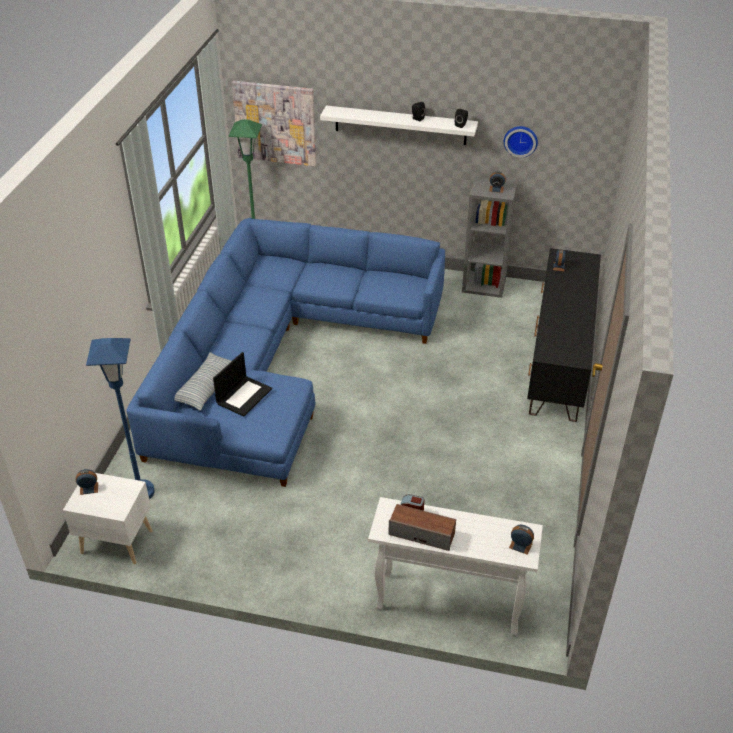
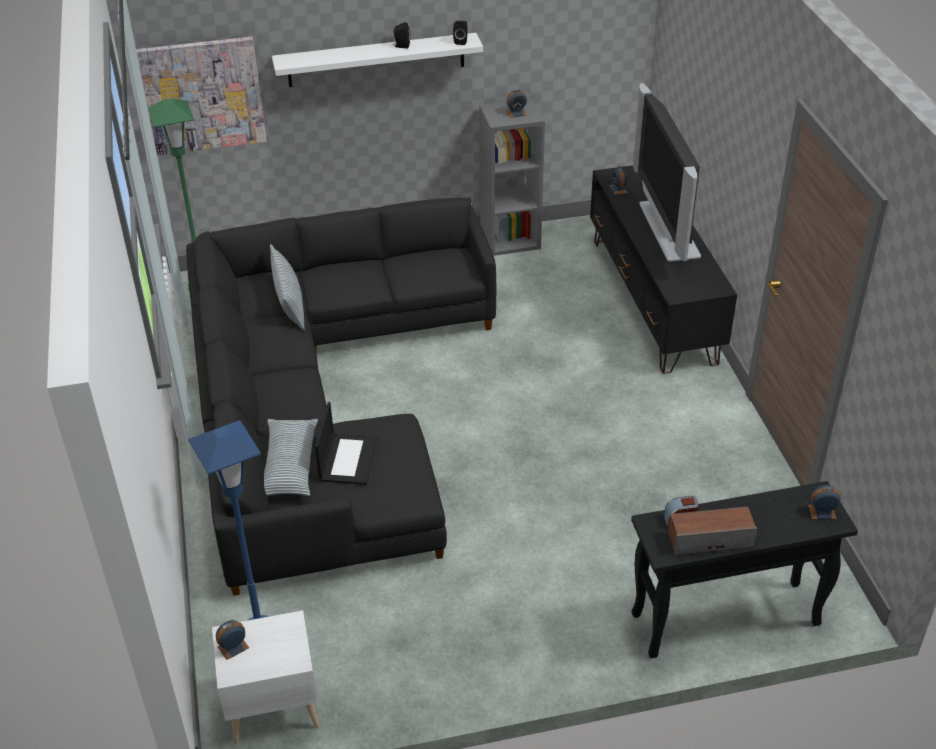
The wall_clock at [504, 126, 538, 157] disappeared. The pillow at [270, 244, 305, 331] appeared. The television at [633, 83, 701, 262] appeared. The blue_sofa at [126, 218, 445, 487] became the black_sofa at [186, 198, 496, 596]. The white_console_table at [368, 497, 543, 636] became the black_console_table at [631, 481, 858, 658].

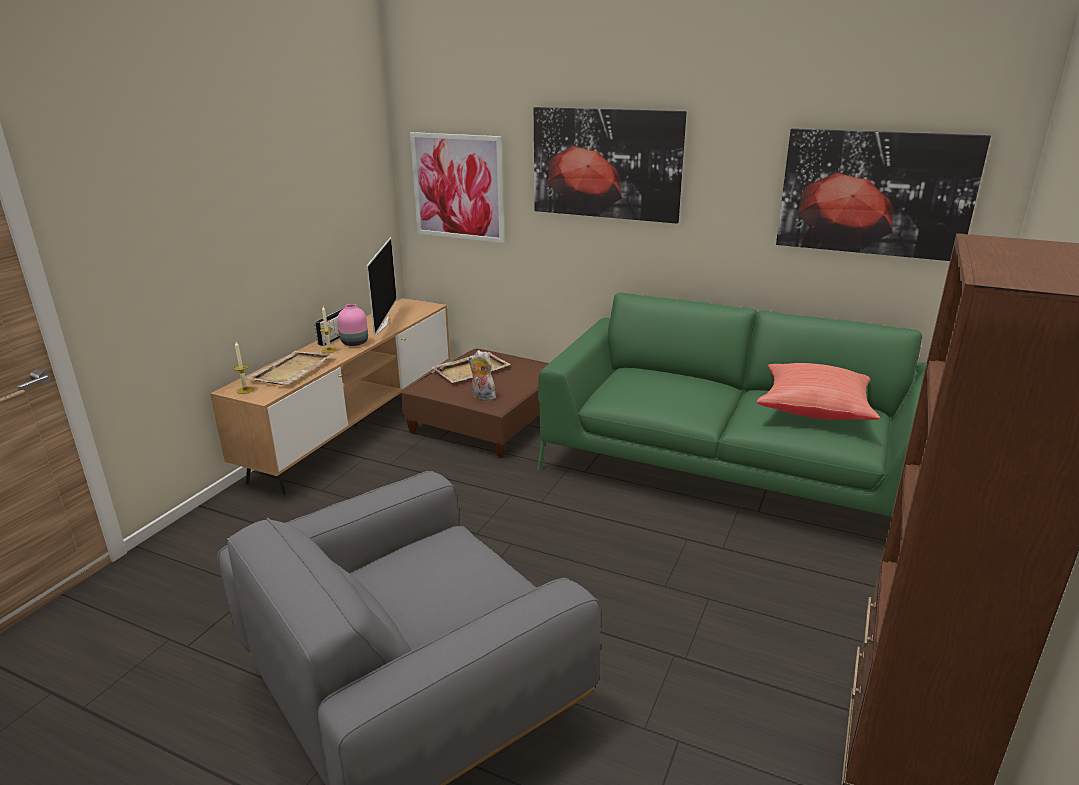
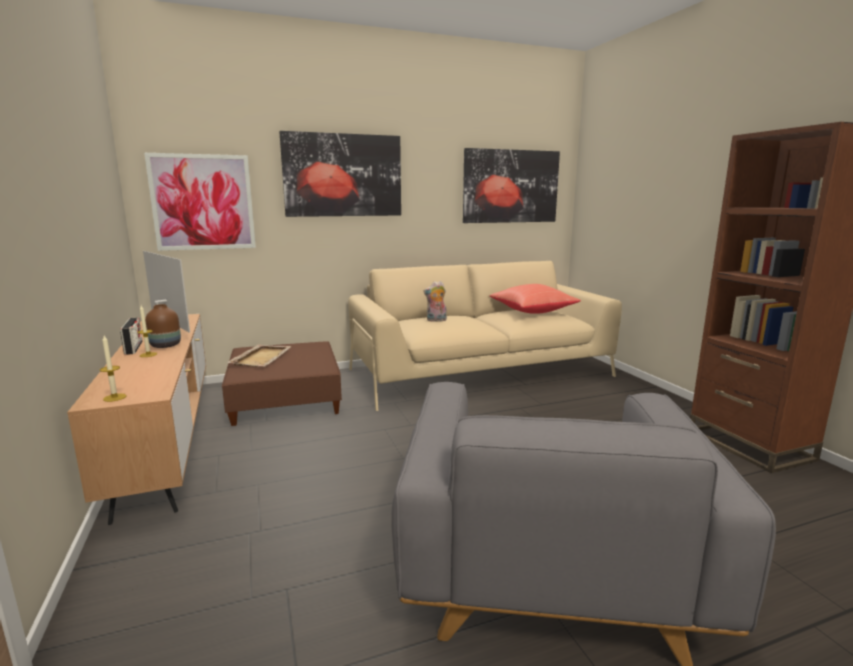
The beige_tray at [246, 351, 334, 385] disappeared. The plush_toy moved from [468, 350, 496, 401] to [423, 281, 447, 322]. The pink_vase at [338, 304, 368, 346] became the brown_vase at [145, 304, 181, 348]. The green_sofa at [537, 293, 927, 517] became the beige_sofa at [348, 261, 622, 411].

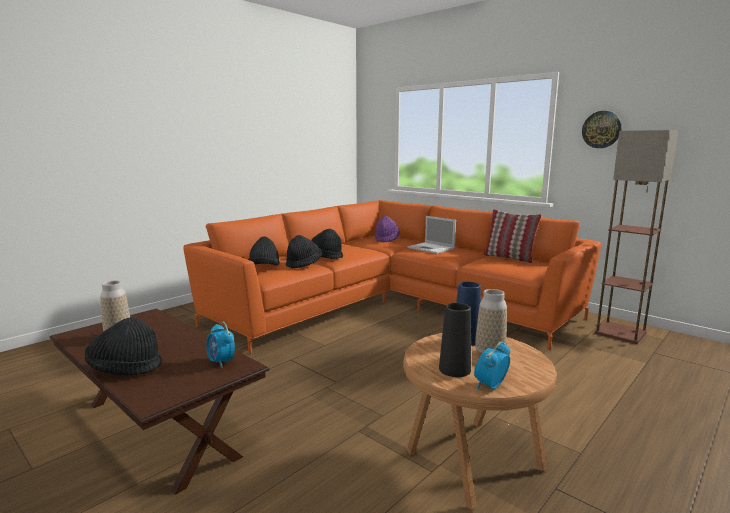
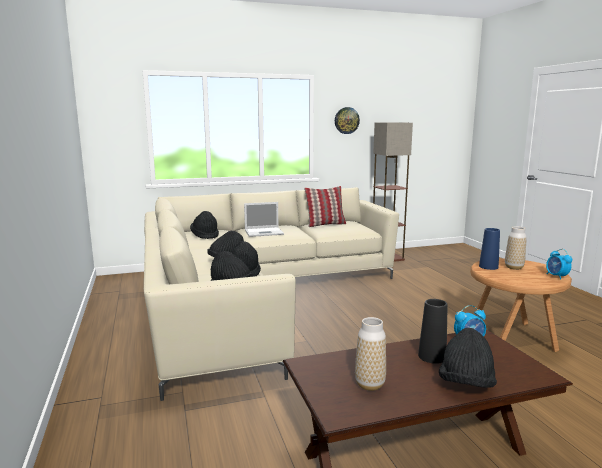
The black_vase moved from [439, 303, 471, 377] to [418, 299, 448, 364]. The orange_sofa at [183, 200, 601, 354] became the beige_sofa at [144, 187, 399, 401]. The purple_hat at [375, 216, 400, 243] became the black_hat at [190, 211, 219, 239].

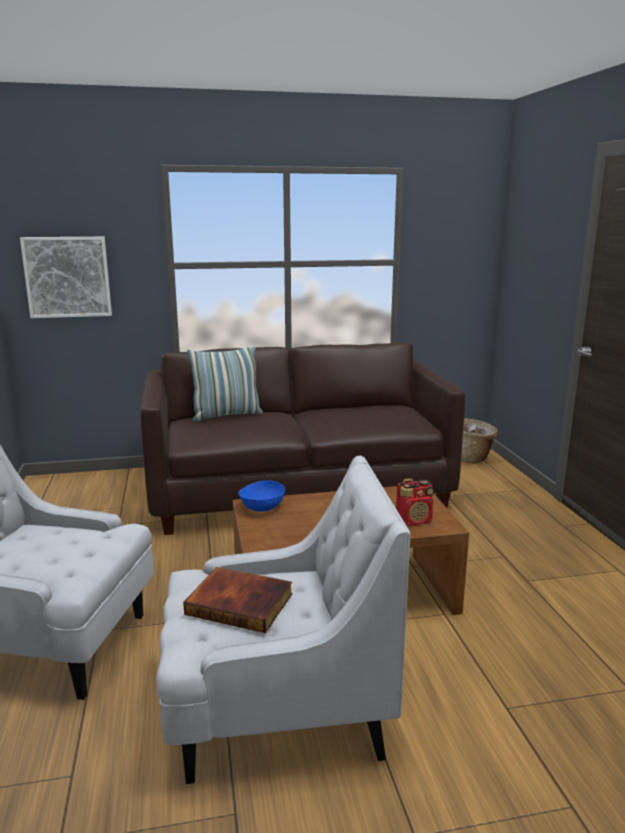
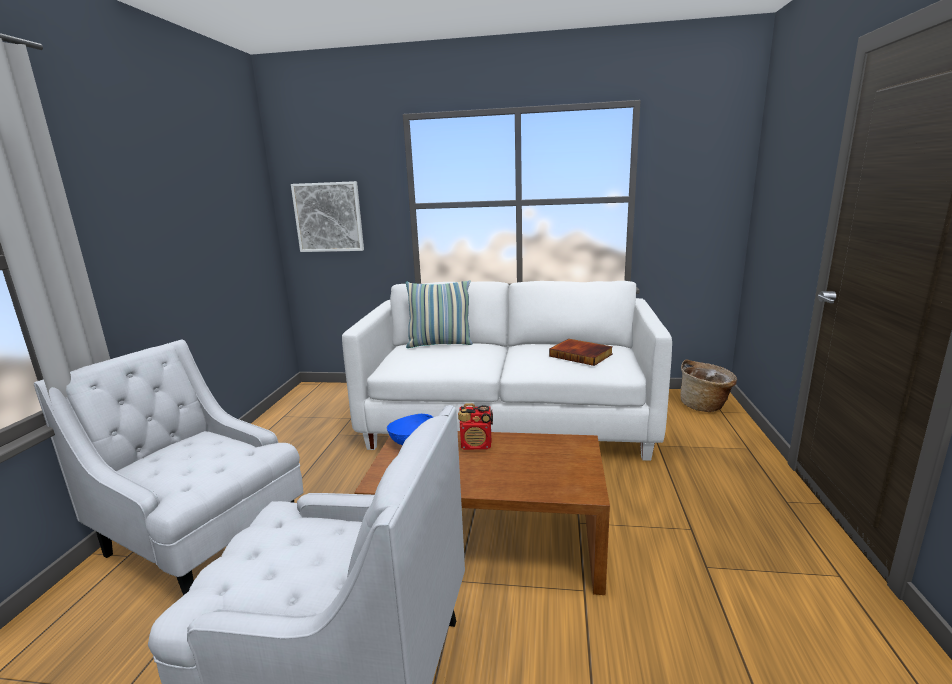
The book moved from [183, 567, 293, 633] to [549, 339, 613, 366]. The radio moved from [396, 478, 434, 526] to [458, 403, 493, 450]. The brown_sofa at [140, 342, 465, 535] became the white_sofa at [342, 281, 672, 461].

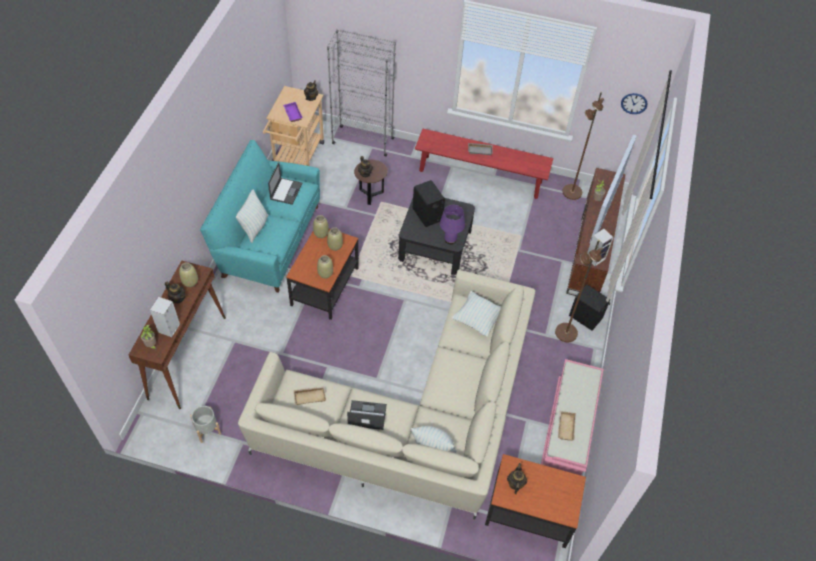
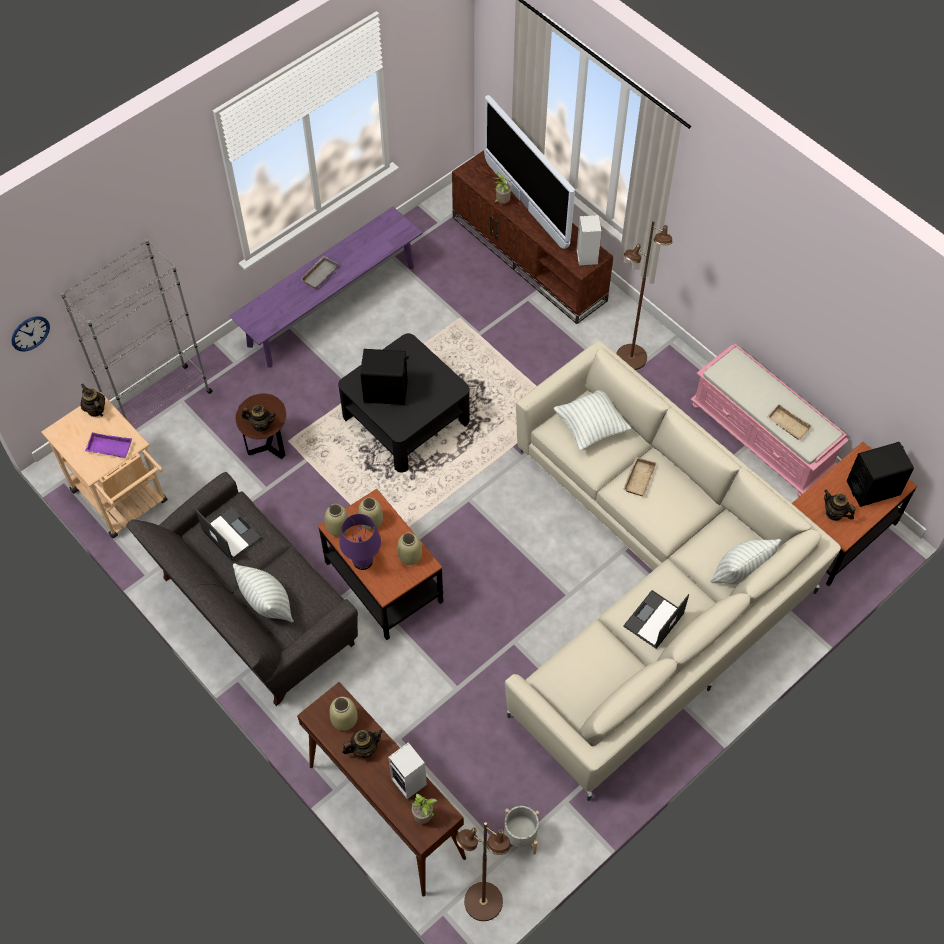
The beige_tray moved from [293, 386, 326, 405] to [623, 457, 656, 496]. The purple_table_lamp moved from [440, 205, 465, 244] to [339, 514, 381, 570]. The brown_floor_lamp moved from [562, 92, 604, 200] to [456, 822, 510, 921]. The black_speaker moved from [569, 284, 611, 331] to [847, 442, 914, 507]. The wall_clock moved from [621, 93, 648, 114] to [11, 316, 50, 351]. The turquoise_sofa at [200, 140, 320, 293] became the grey_sofa at [126, 472, 358, 706]. The red_bench at [415, 129, 553, 199] became the purple_bench at [230, 207, 423, 368].

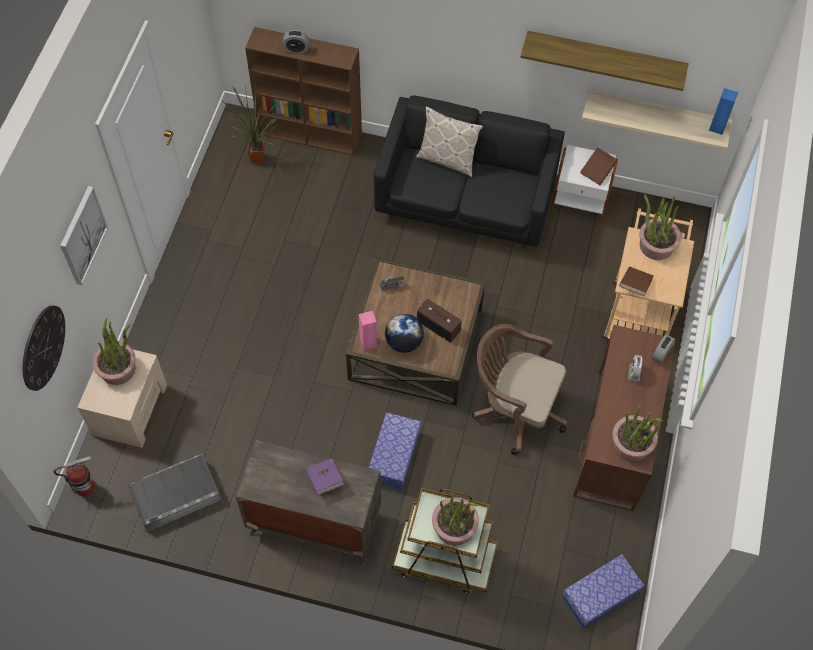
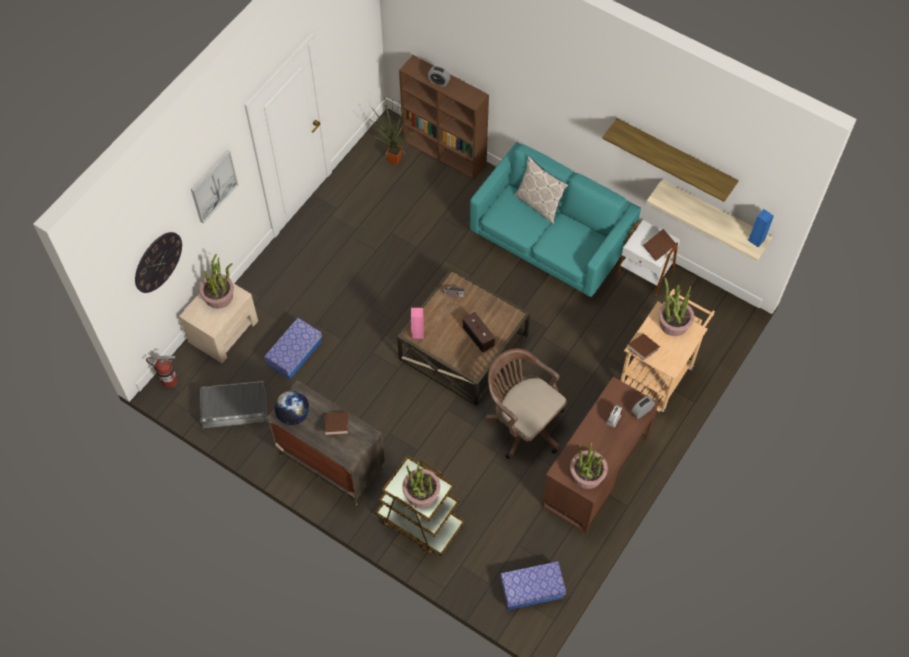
The storage_box moved from [369, 412, 421, 489] to [264, 318, 322, 379]. The globe moved from [385, 314, 424, 353] to [274, 390, 309, 425]. The purple_book at [306, 458, 344, 495] became the brown_book at [324, 412, 348, 435]. The black_sofa at [374, 96, 565, 248] became the turquoise_sofa at [470, 142, 641, 297].

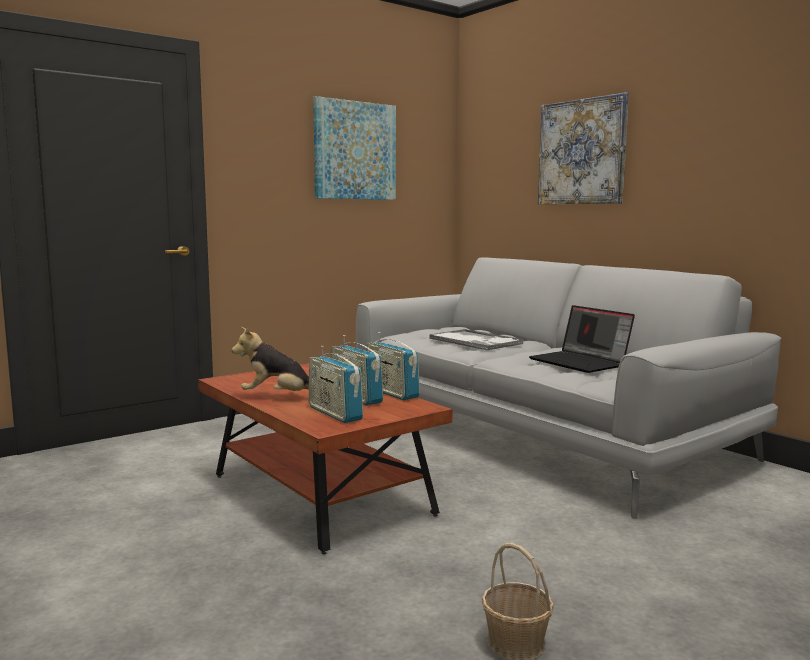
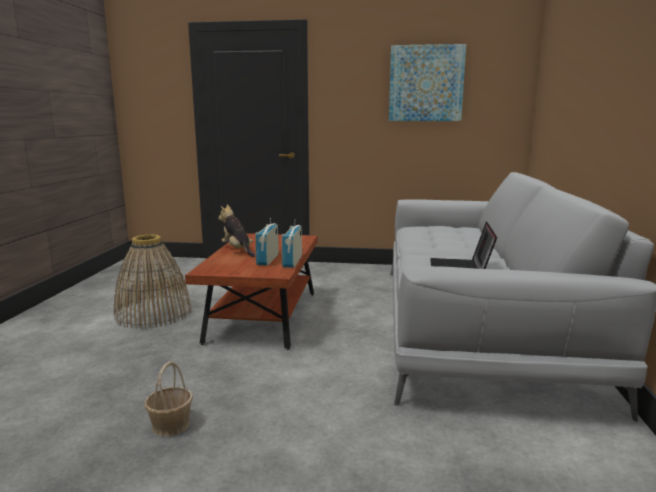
The radio at [309, 346, 363, 423] disappeared. The tray at [429, 329, 524, 350] disappeared. The picture at [538, 92, 629, 204] disappeared. The basket at [114, 234, 192, 329] appeared.

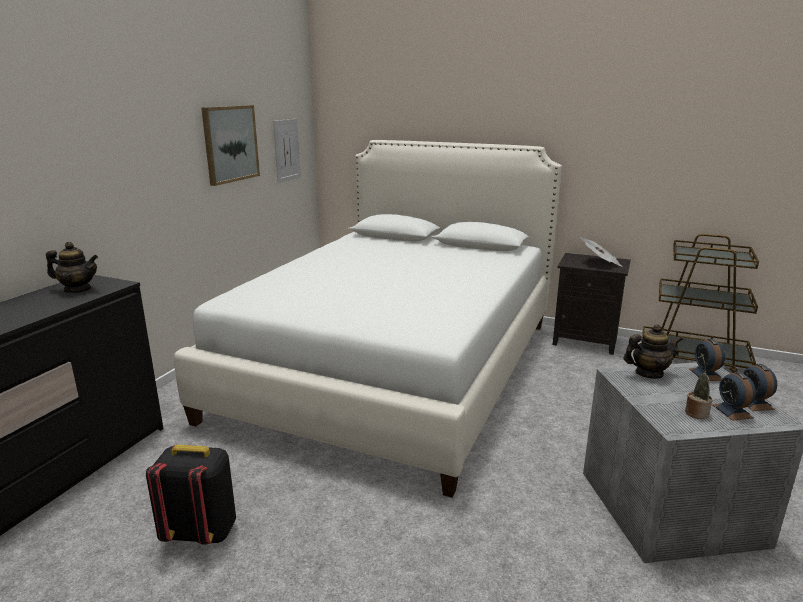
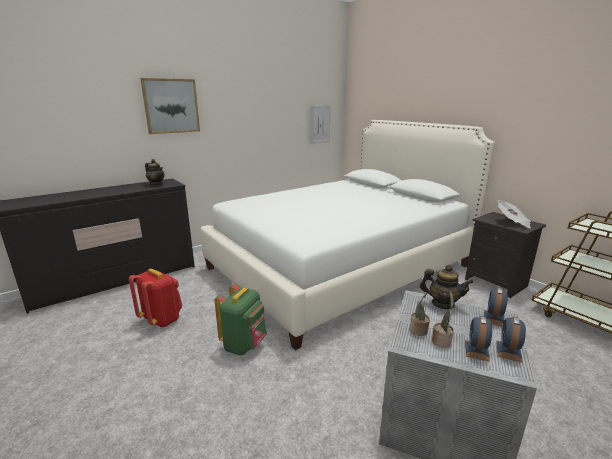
The green_backpack at [215, 283, 267, 355] appeared. The potted_plant at [410, 293, 430, 336] appeared. The picture moved from [201, 105, 260, 186] to [140, 78, 200, 134]. The black_backpack at [146, 445, 236, 545] became the red_backpack at [129, 269, 182, 327].

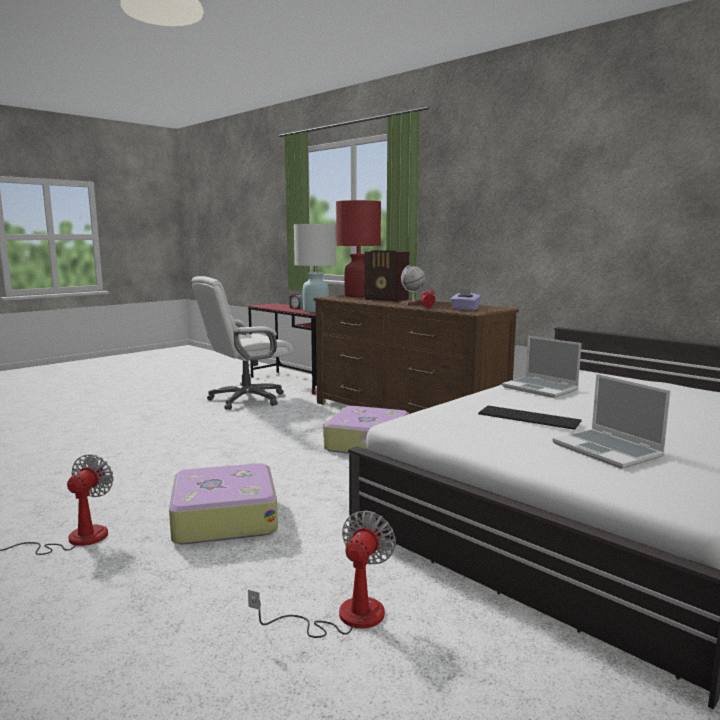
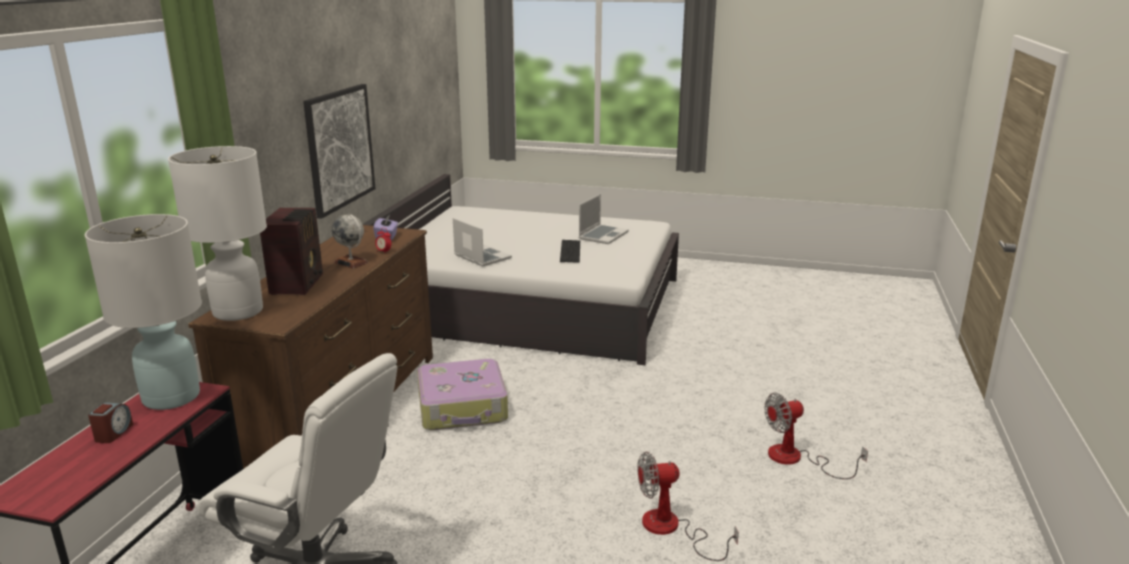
The suitcase at [169, 463, 278, 545] disappeared. The picture at [303, 84, 375, 219] appeared. The fan moved from [248, 511, 396, 638] to [637, 451, 739, 561]. The red_table_lamp at [336, 200, 381, 297] became the white_table_lamp at [168, 146, 267, 321]. The laptop at [502, 336, 581, 398] turned 60 degrees counterclockwise.

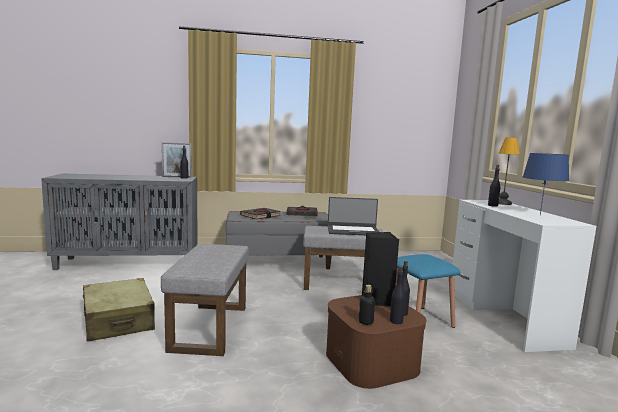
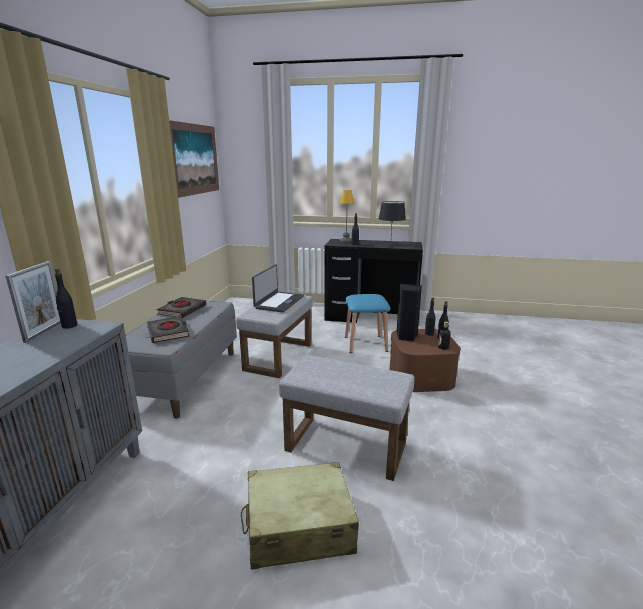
The picture at [169, 120, 219, 198] appeared. The white_desk at [453, 200, 597, 352] became the black_desk at [324, 239, 423, 323]. The blue_table_lamp at [523, 153, 570, 215] became the black_table_lamp at [378, 201, 406, 233].

